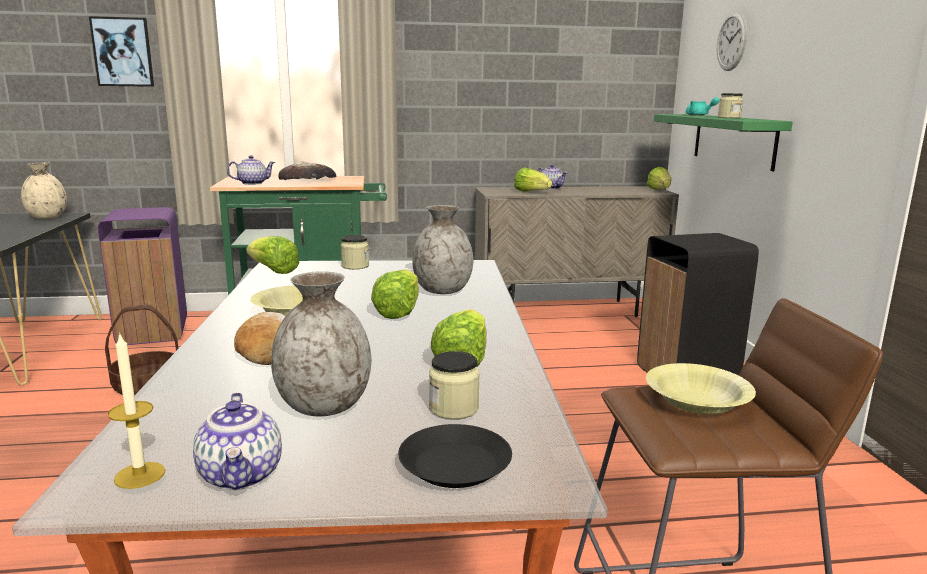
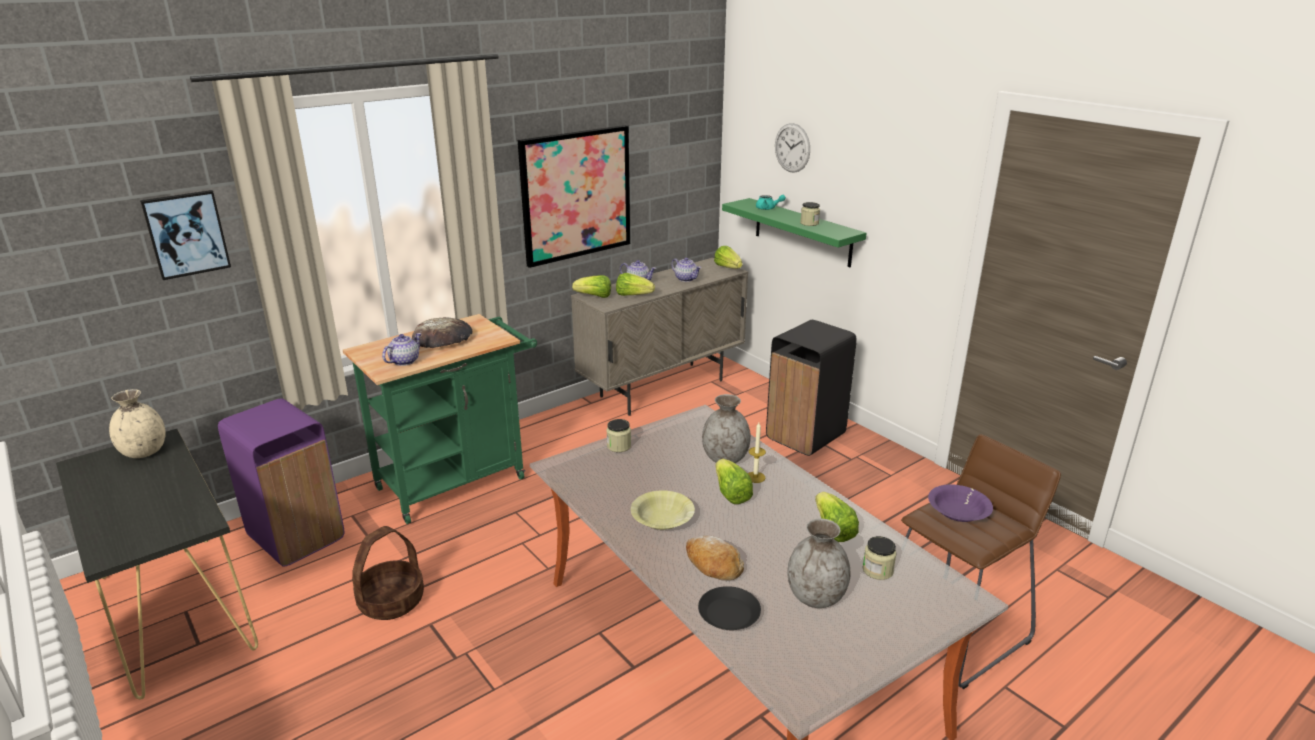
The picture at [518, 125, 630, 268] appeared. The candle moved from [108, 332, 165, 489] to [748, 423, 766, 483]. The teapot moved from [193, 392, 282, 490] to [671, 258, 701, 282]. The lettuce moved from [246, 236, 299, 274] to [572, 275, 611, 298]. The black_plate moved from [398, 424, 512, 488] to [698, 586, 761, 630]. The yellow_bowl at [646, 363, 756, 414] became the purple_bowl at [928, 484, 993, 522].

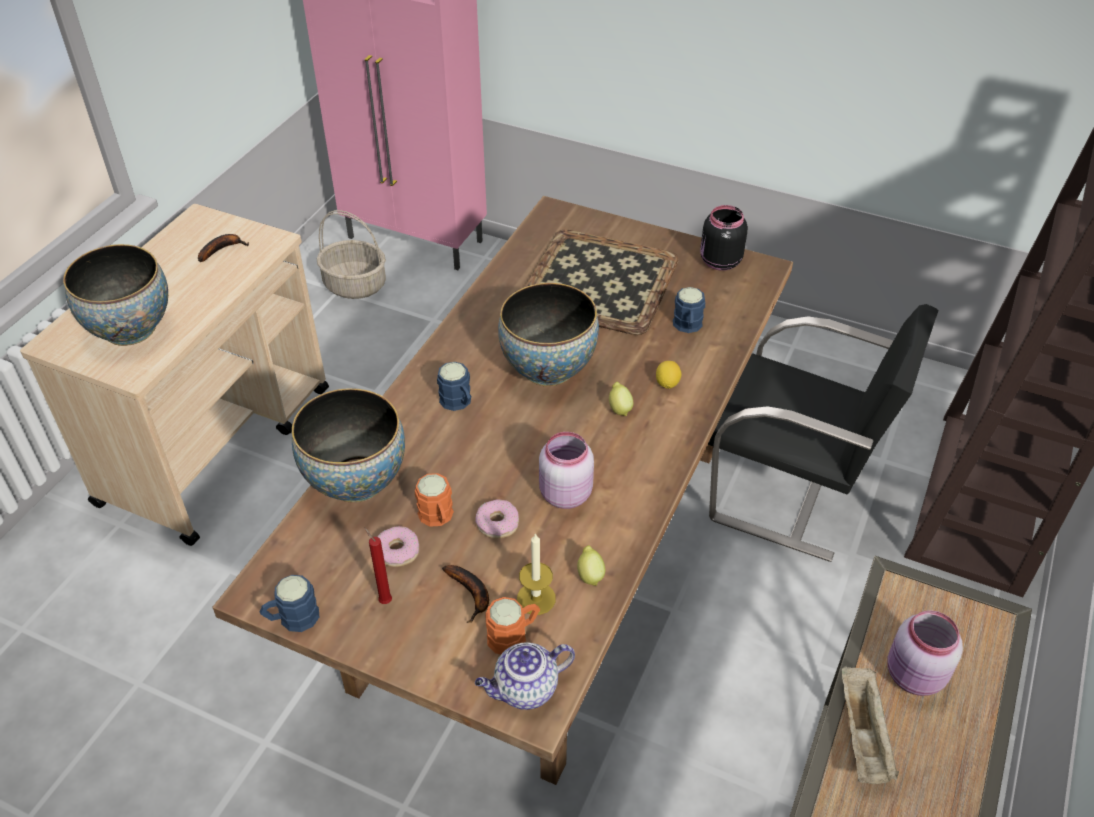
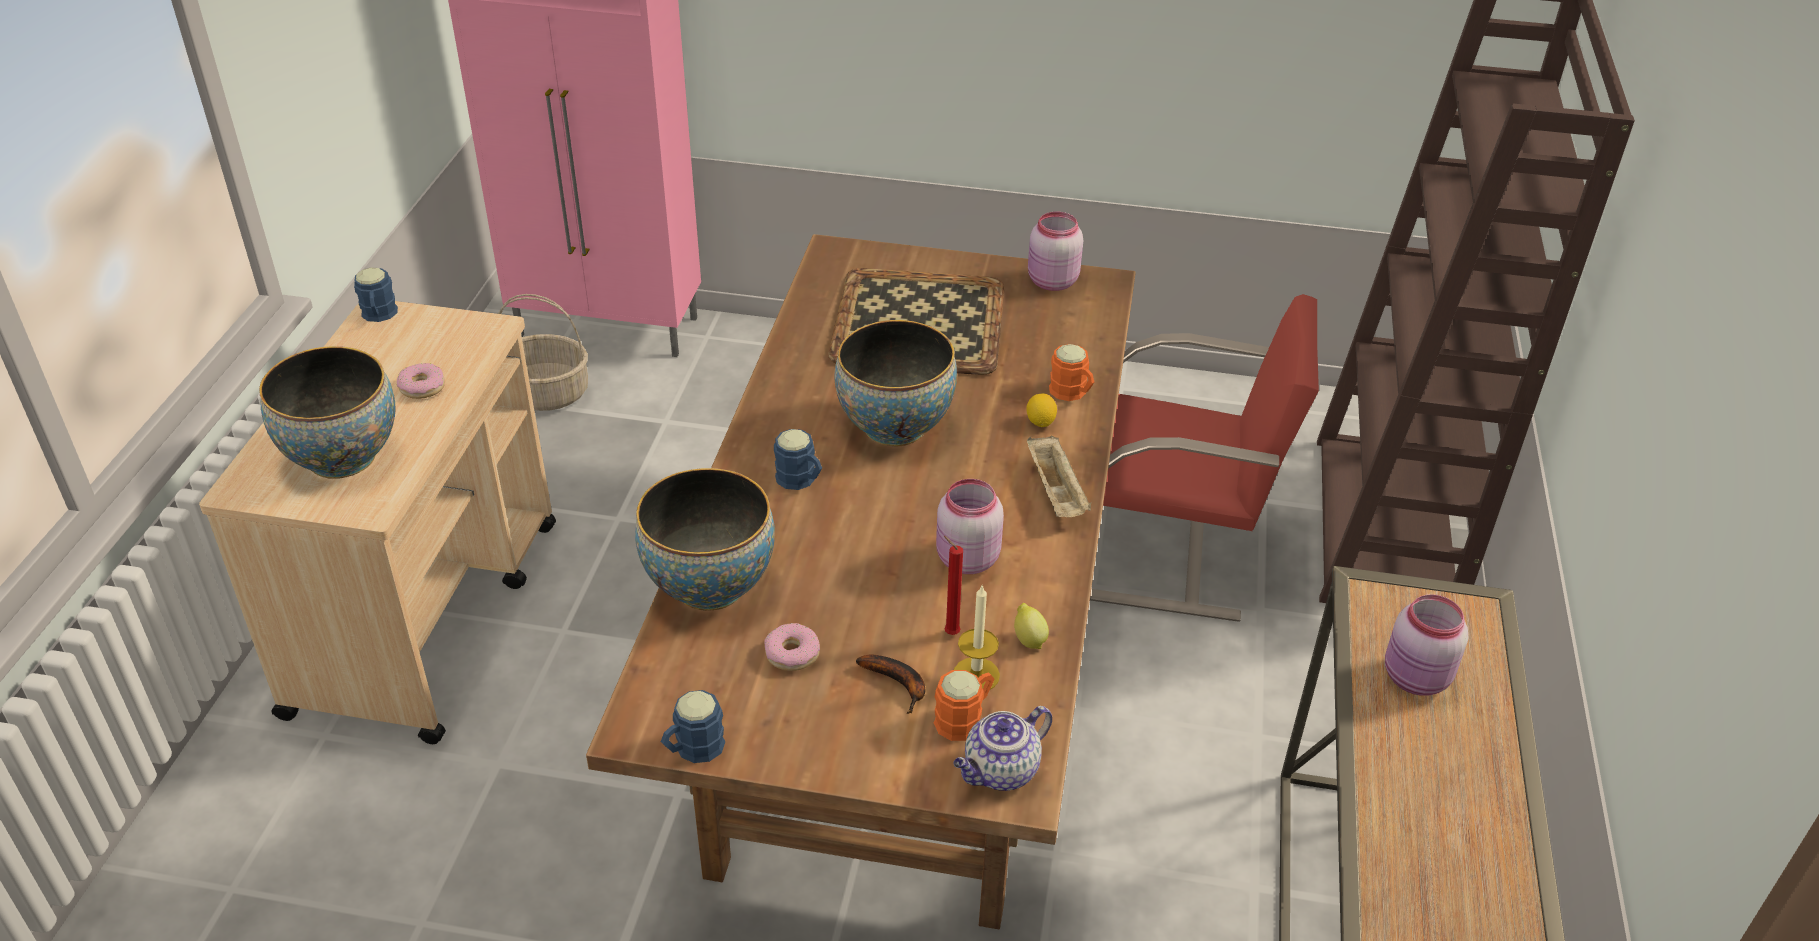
The banana at [198, 234, 249, 262] disappeared. The lemon at [609, 382, 633, 416] disappeared. The red_candle moved from [365, 528, 392, 604] to [944, 536, 963, 635]. The orange_mug moved from [415, 473, 454, 527] to [1049, 344, 1094, 401]. The donut moved from [475, 499, 519, 539] to [397, 363, 445, 399]. The blue_mug moved from [673, 287, 705, 333] to [354, 267, 398, 322]. The beige_tray moved from [842, 666, 899, 784] to [1027, 435, 1091, 517]. The black_jar at [700, 205, 748, 271] became the pink_jar at [1028, 212, 1083, 291]. The black_chair at [708, 304, 939, 562] became the red_chair at [1090, 294, 1319, 622].

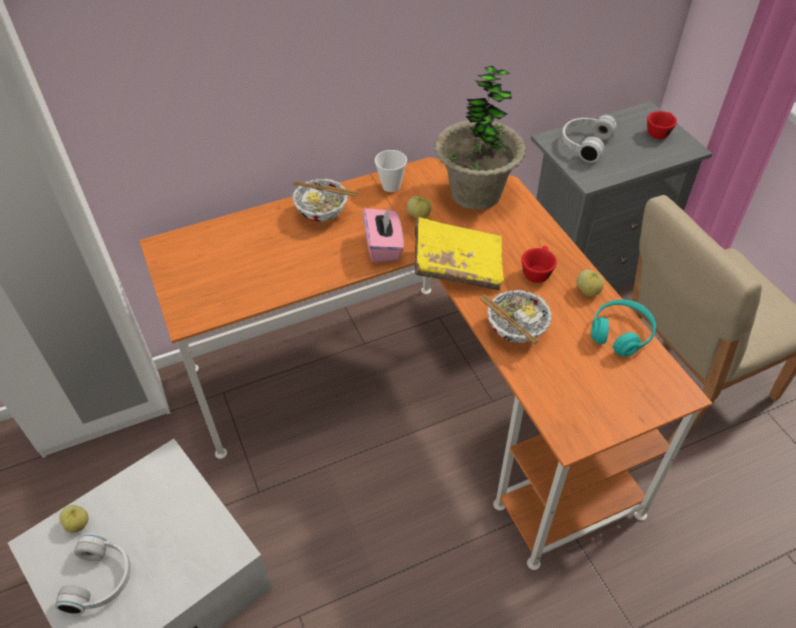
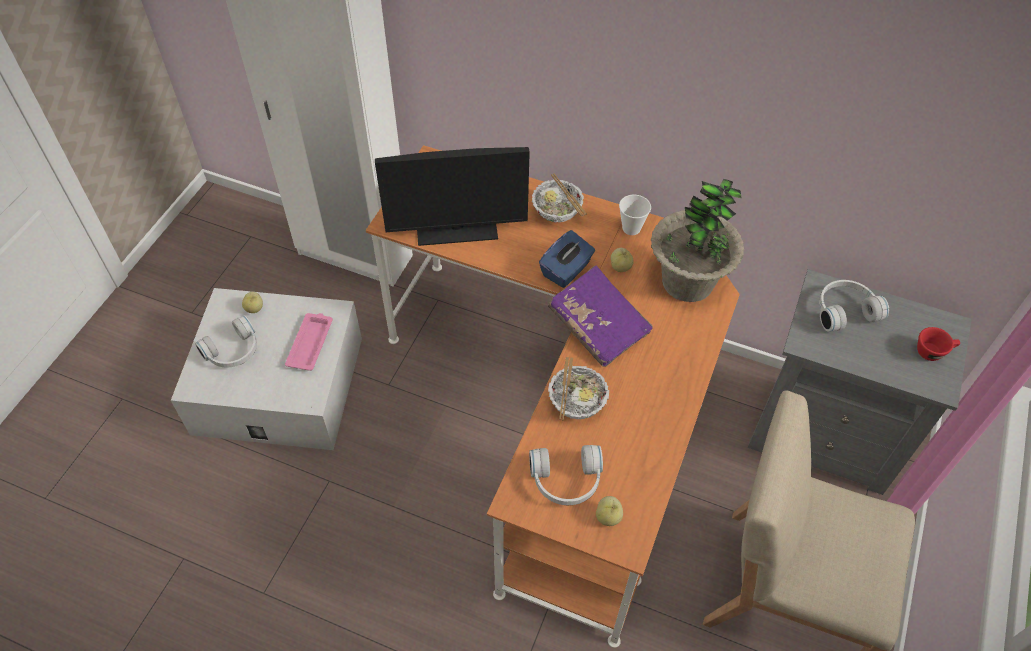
The red_cup at [521, 246, 557, 283] disappeared. The turquoise_headphones at [591, 300, 656, 356] disappeared. The pink_tray at [285, 313, 333, 371] appeared. The monitor at [375, 147, 530, 246] appeared. The white_headphones at [529, 445, 603, 505] appeared. The apple moved from [577, 270, 604, 297] to [596, 496, 623, 526]. The pink_tissue_box at [363, 208, 404, 263] became the blue_tissue_box at [539, 230, 595, 288]. The yellow_book at [415, 217, 504, 290] became the purple_book at [548, 266, 653, 367].

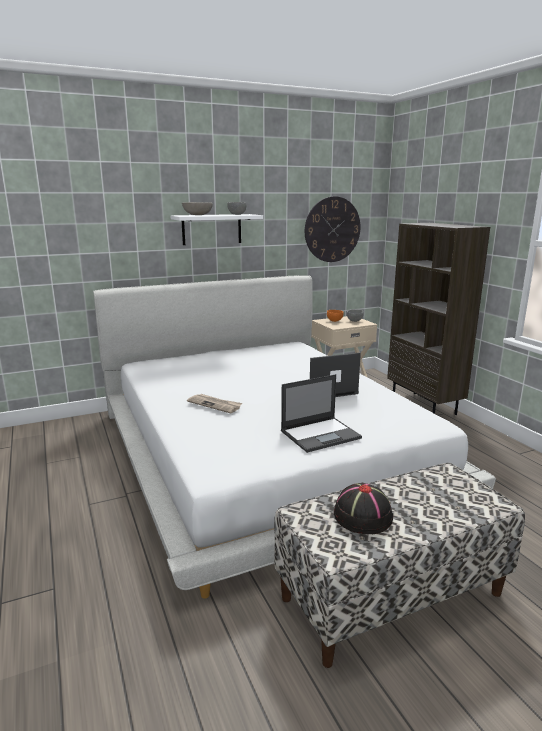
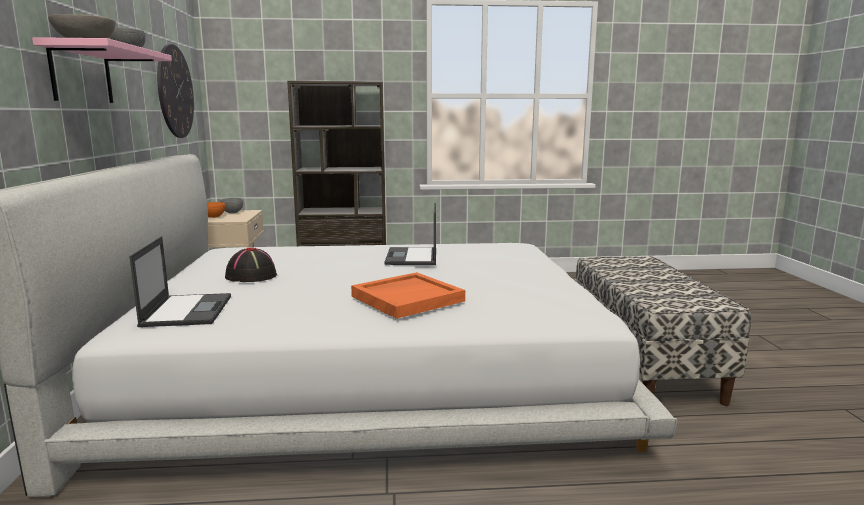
The laptop moved from [281, 374, 362, 453] to [129, 236, 231, 327]. The black_hat moved from [334, 482, 393, 534] to [225, 247, 277, 282]. The newspaper at [187, 394, 242, 413] was replaced by the orange_tray at [351, 272, 465, 319]. The white_shelf at [171, 214, 263, 245] became the pink_shelf at [32, 37, 172, 103].

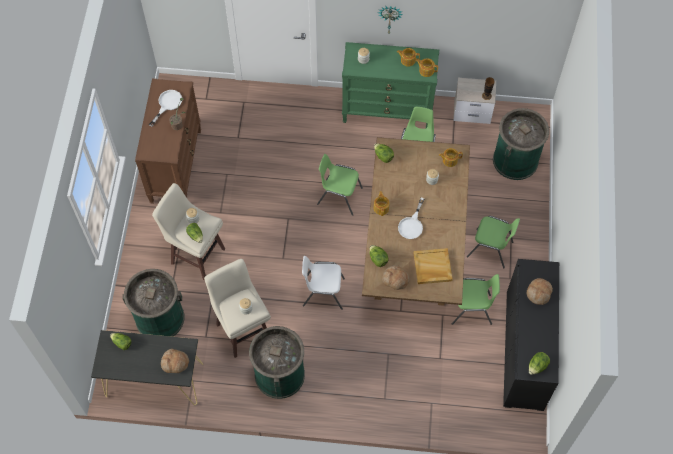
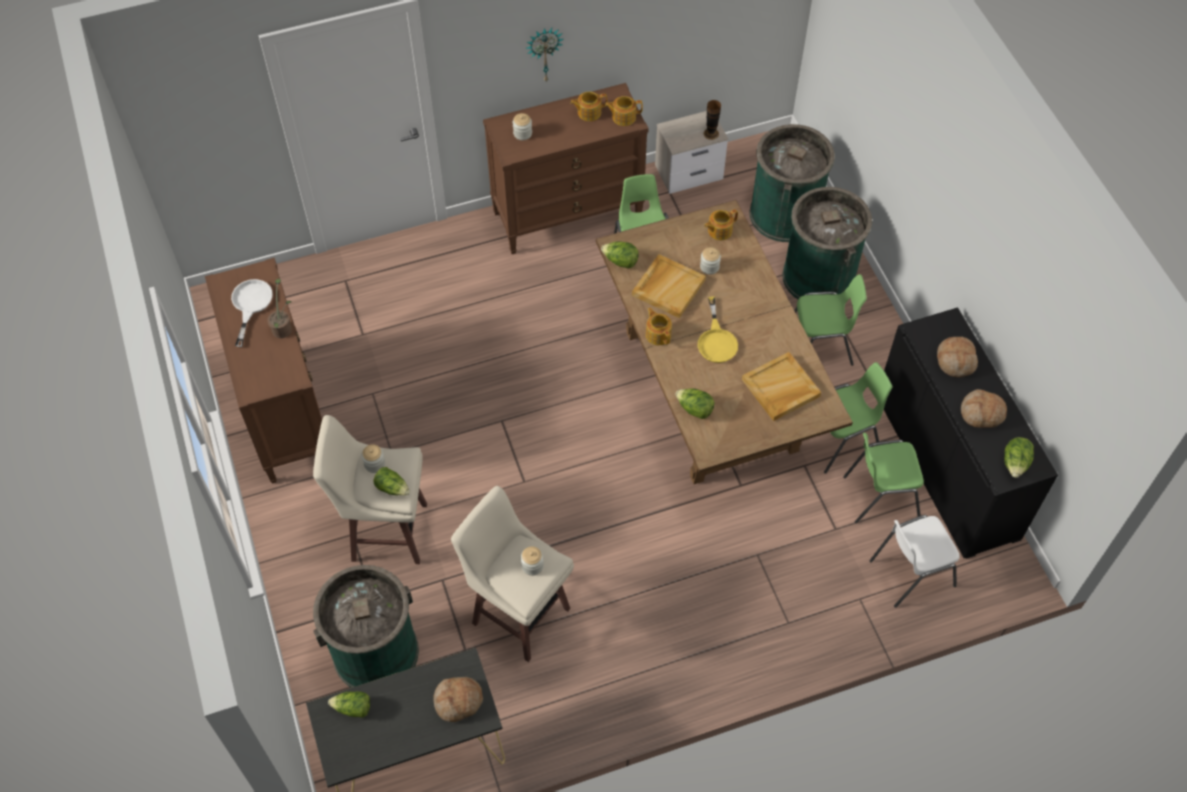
The beige_tray at [632, 254, 706, 318] appeared. The green_trash_can moved from [249, 326, 305, 399] to [782, 187, 872, 299]. The white_chair moved from [302, 256, 345, 310] to [869, 515, 960, 608]. The green_chair moved from [317, 154, 363, 216] to [843, 433, 924, 523]. The bread moved from [382, 265, 409, 290] to [961, 389, 1007, 428]. The green_dresser at [342, 42, 439, 128] became the brown_dresser at [483, 83, 649, 254]. The white_frying_pan at [398, 198, 424, 239] became the yellow_frying_pan at [698, 296, 738, 363].

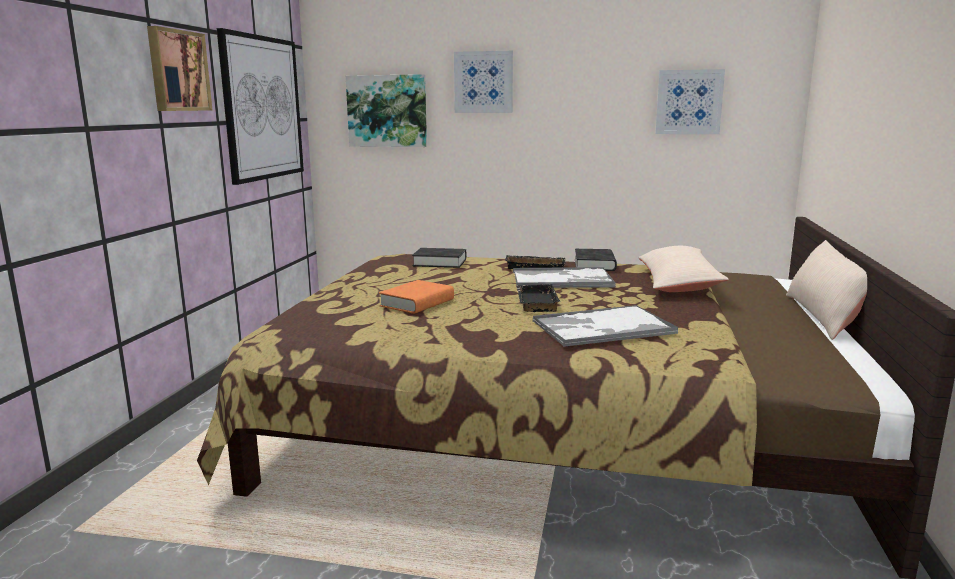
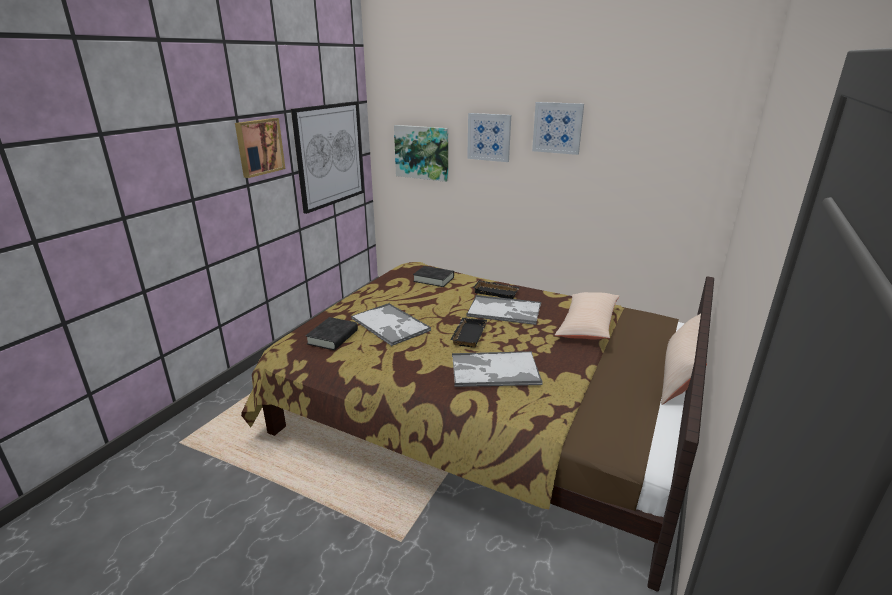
The black_book moved from [575, 249, 617, 271] to [306, 317, 358, 350]. The picture moved from [655, 69, 725, 134] to [532, 102, 584, 155]. The orange_book at [379, 280, 454, 314] was replaced by the tray at [351, 303, 431, 346].

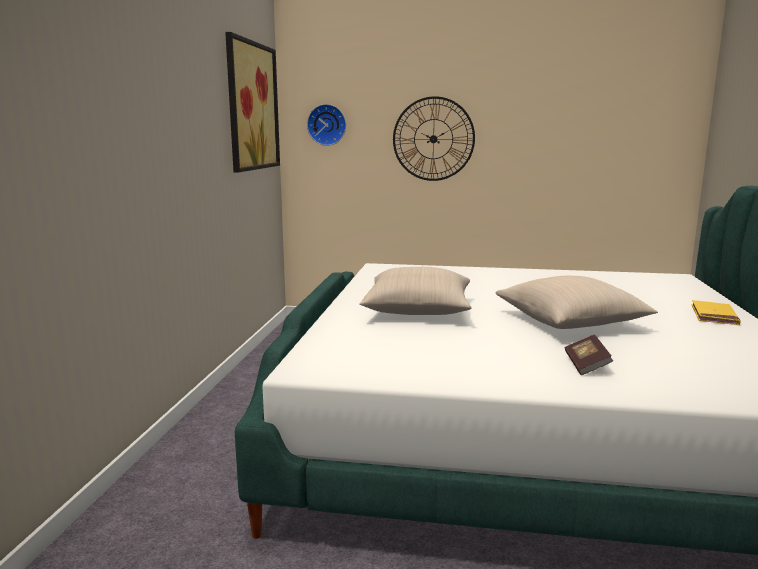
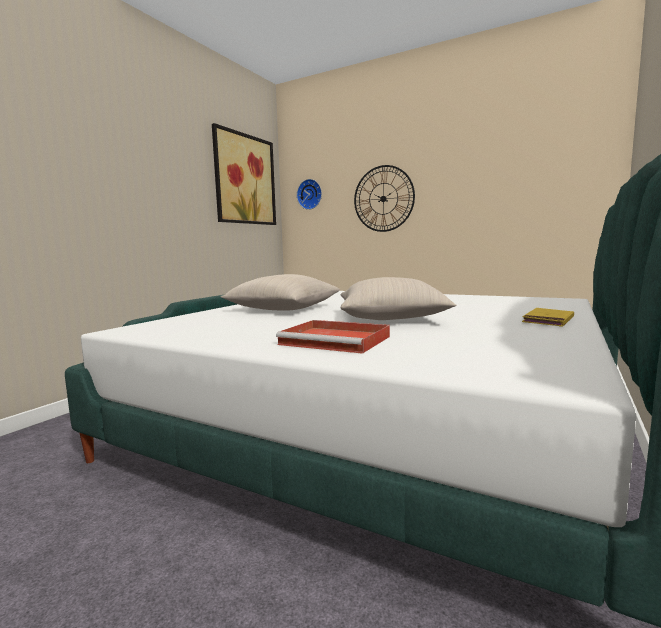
The book at [565, 334, 613, 375] was replaced by the red_tray at [276, 320, 390, 354].

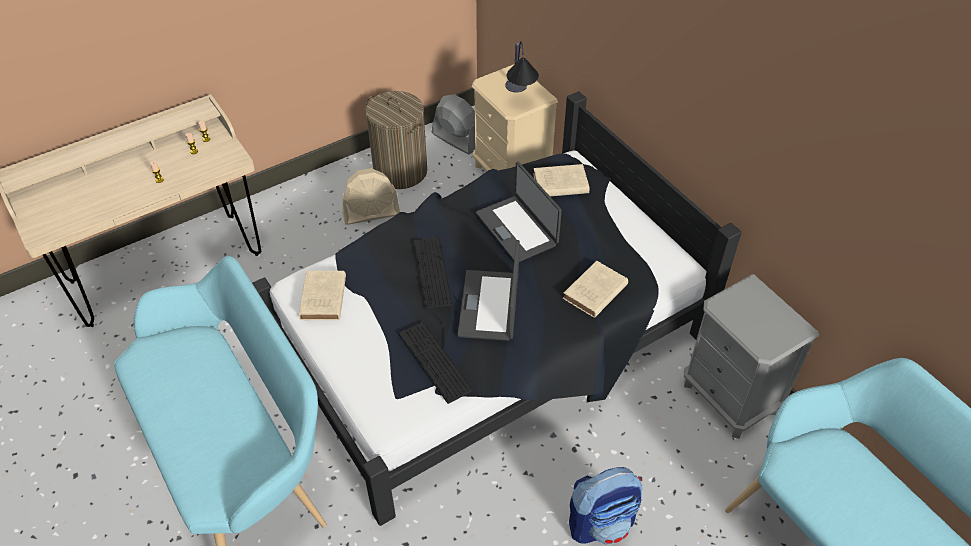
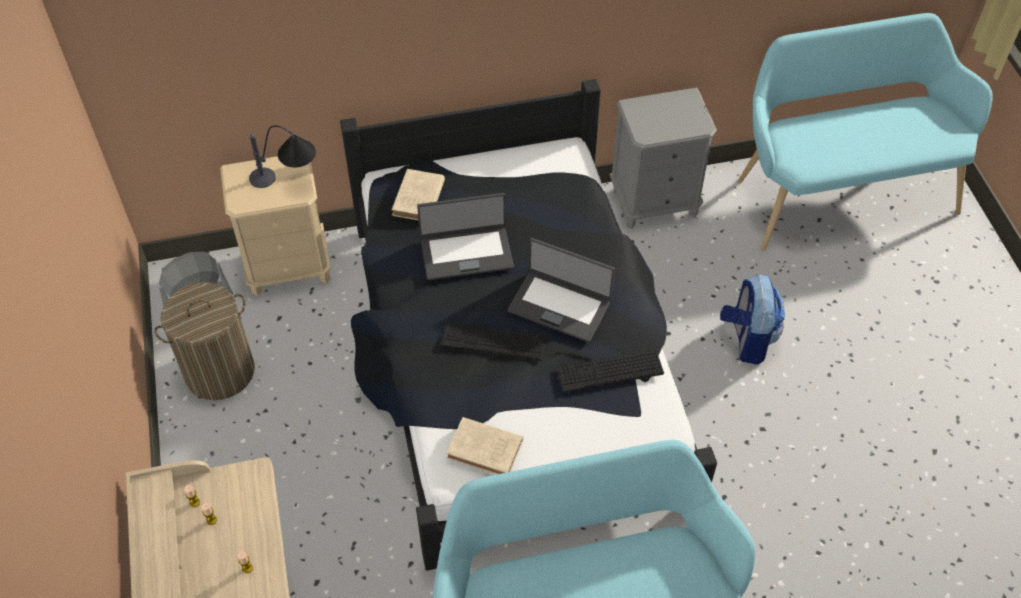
The beige_fan at [342, 168, 400, 225] disappeared. The beige_book at [563, 261, 628, 318] disappeared.

